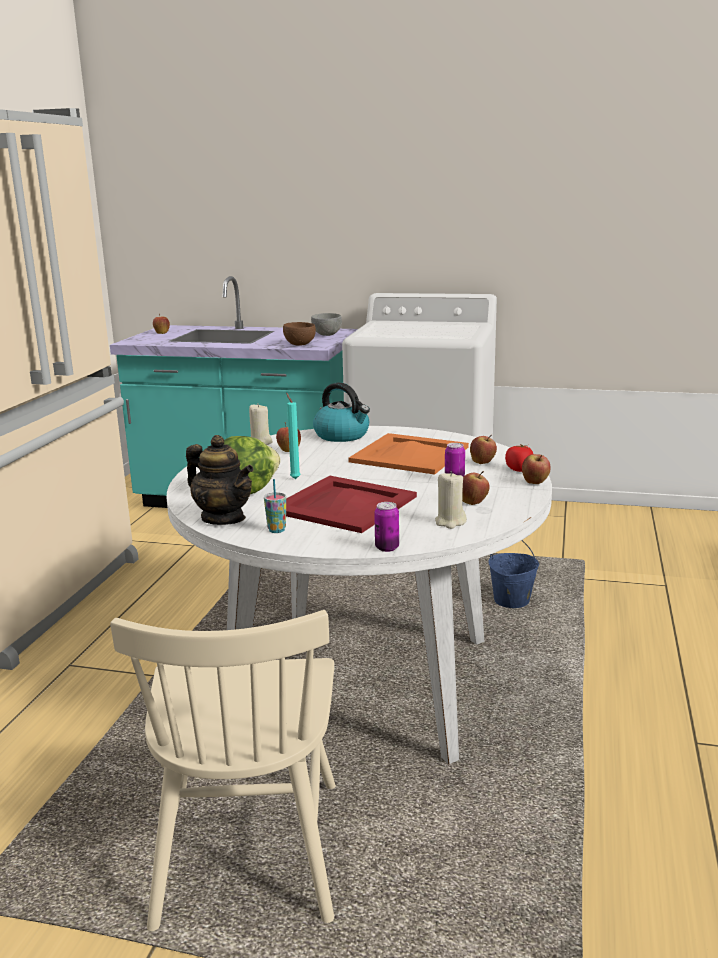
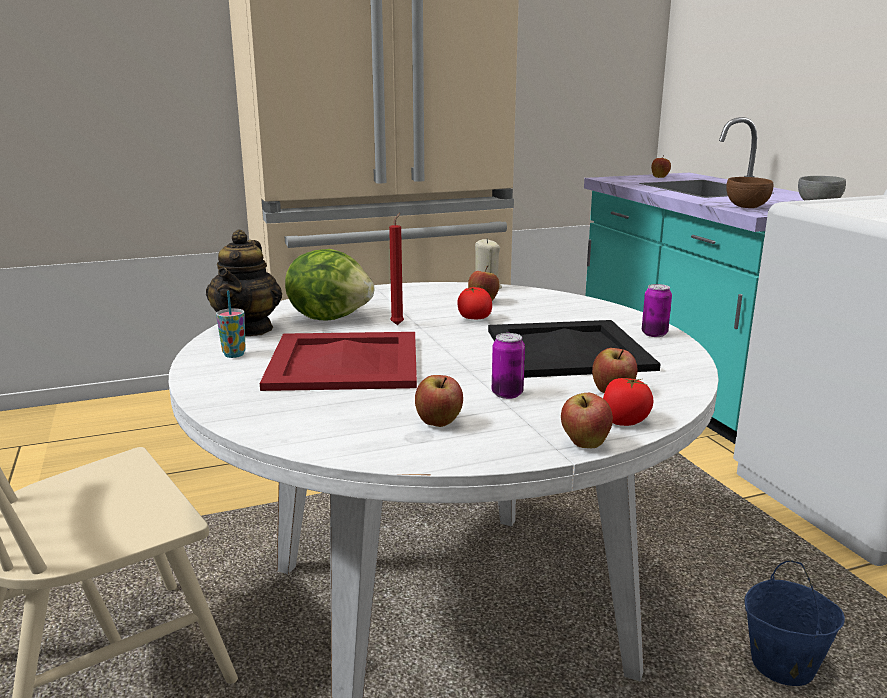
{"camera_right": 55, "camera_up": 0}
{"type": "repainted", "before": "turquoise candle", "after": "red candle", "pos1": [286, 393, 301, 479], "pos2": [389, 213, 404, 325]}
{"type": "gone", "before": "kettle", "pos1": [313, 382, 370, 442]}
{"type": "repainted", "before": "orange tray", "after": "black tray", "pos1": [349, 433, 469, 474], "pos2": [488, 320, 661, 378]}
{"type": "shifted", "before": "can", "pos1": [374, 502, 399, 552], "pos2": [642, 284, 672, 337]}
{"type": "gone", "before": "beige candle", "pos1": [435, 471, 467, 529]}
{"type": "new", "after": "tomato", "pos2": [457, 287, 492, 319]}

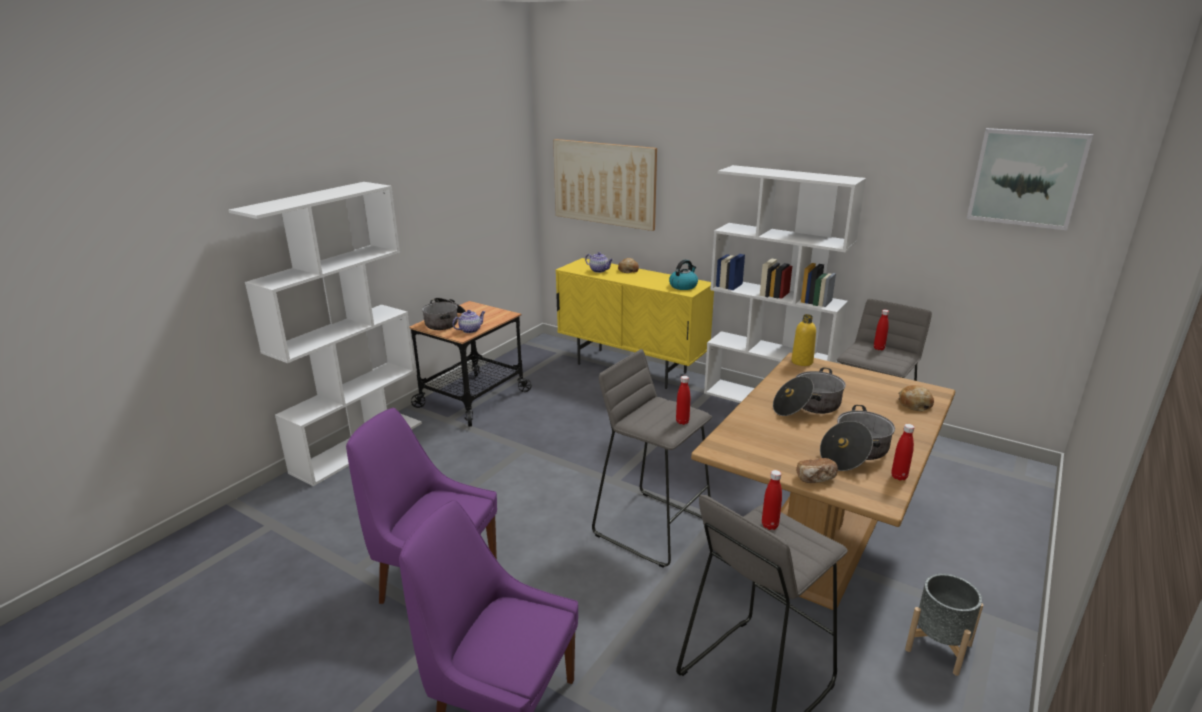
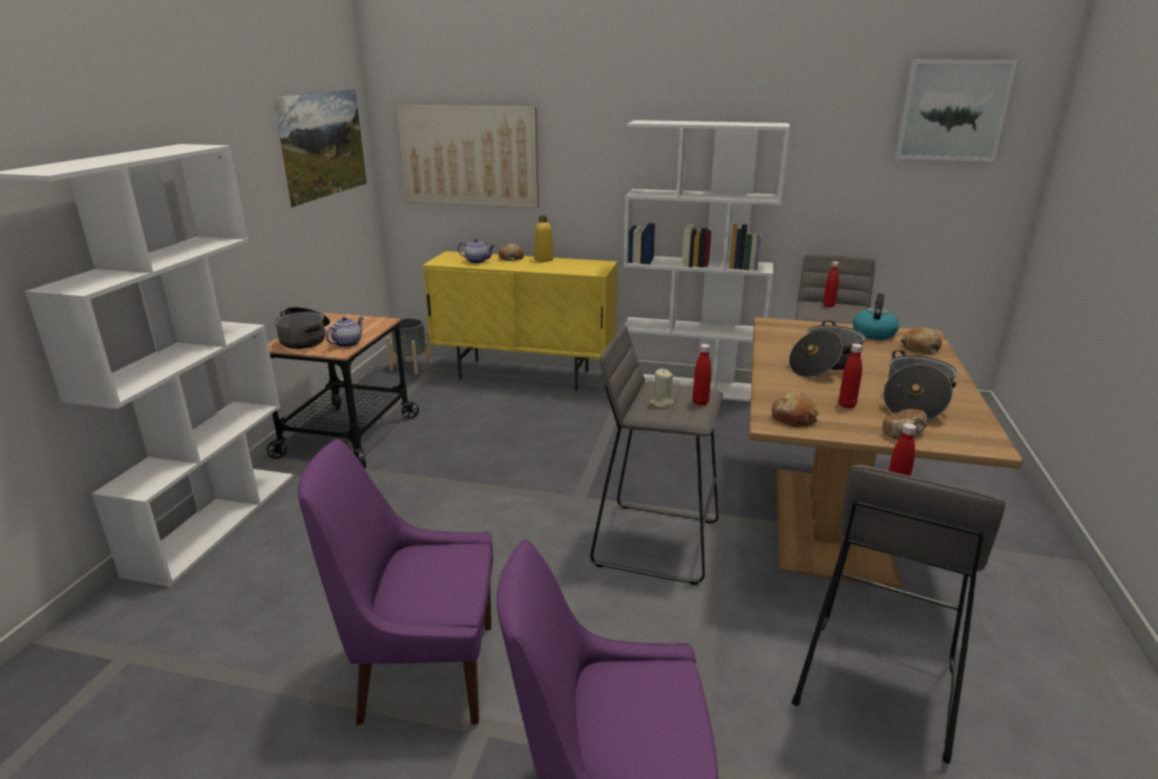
{"camera_right": -20, "camera_up": 0}
{"type": "shifted", "before": "kettle", "pos1": [669, 260, 698, 290], "pos2": [853, 293, 899, 340]}
{"type": "shifted", "before": "yellow bottle", "pos1": [791, 314, 816, 366], "pos2": [535, 215, 553, 262]}
{"type": "shifted", "before": "red bottle", "pos1": [891, 424, 915, 481], "pos2": [839, 344, 863, 409]}
{"type": "shifted", "before": "grey planter", "pos1": [905, 574, 983, 676], "pos2": [386, 318, 433, 374]}
{"type": "new", "after": "picture", "pos2": [273, 90, 367, 208]}
{"type": "new", "after": "beige candle", "pos2": [650, 369, 674, 408]}
{"type": "new", "after": "bread", "pos2": [772, 392, 819, 427]}

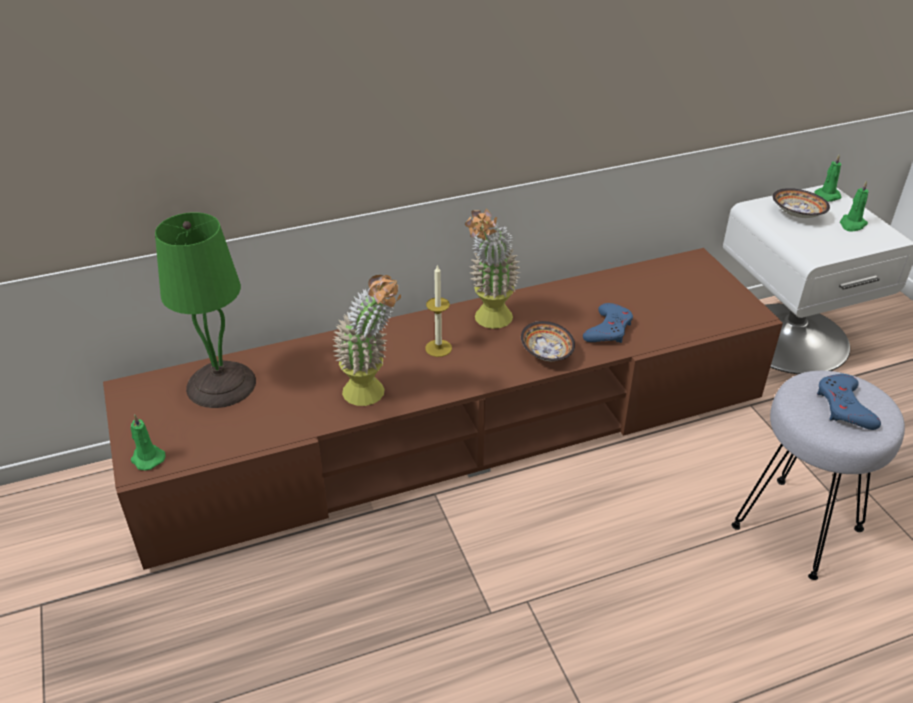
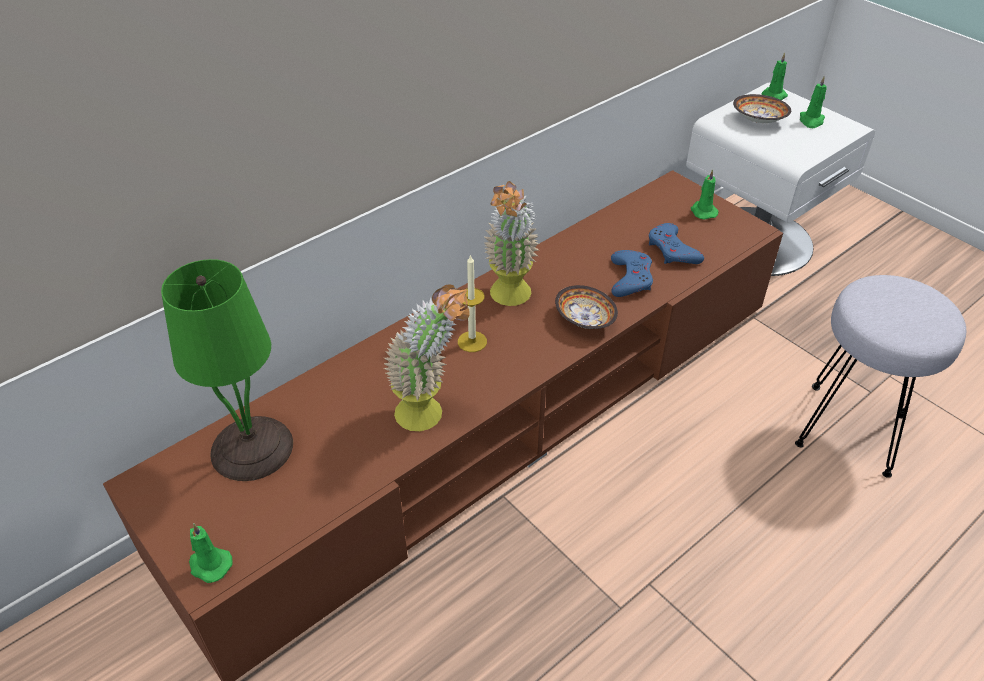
{"camera_right": -20, "camera_up": 5}
{"type": "shifted", "before": "blue game controller", "pos1": [817, 374, 881, 430], "pos2": [649, 223, 704, 264]}
{"type": "new", "after": "green candle", "pos2": [691, 169, 719, 220]}

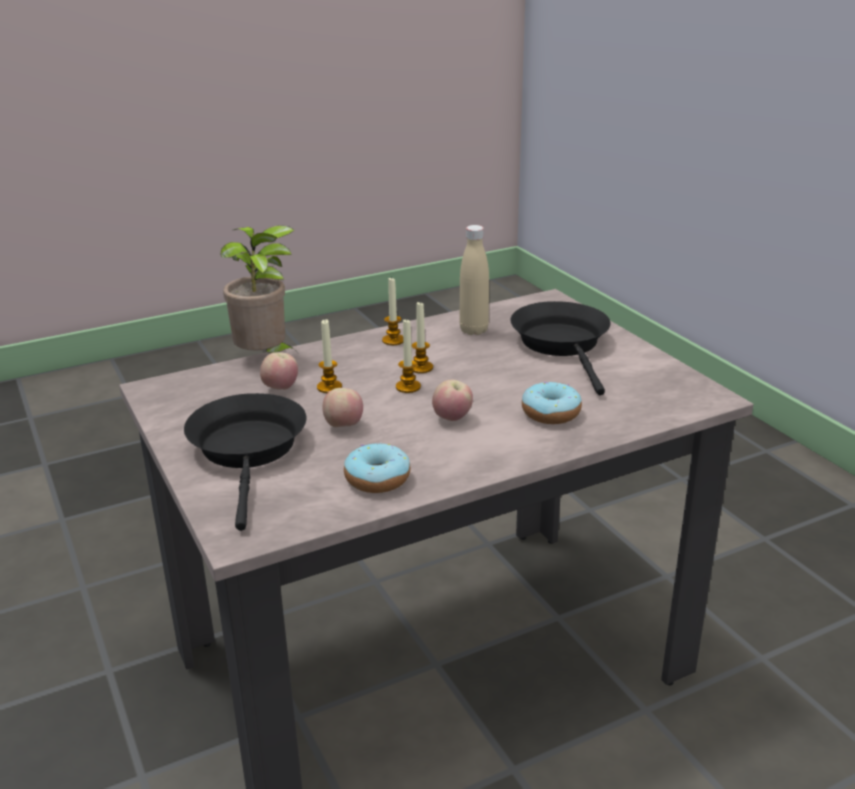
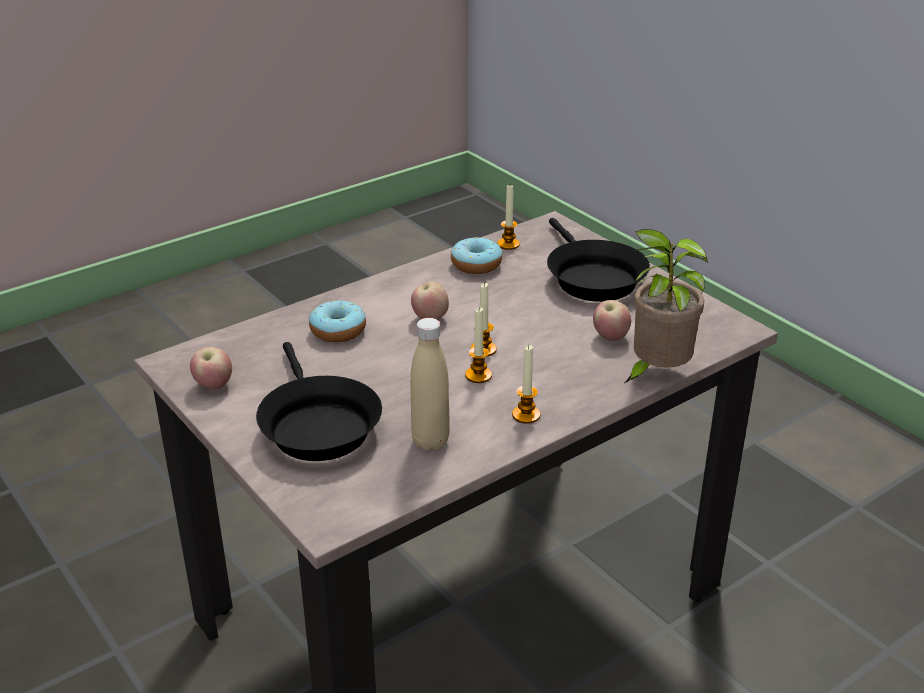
{"camera_right": 170, "camera_up": 5}
{"type": "shifted", "before": "candle", "pos1": [317, 319, 342, 393], "pos2": [497, 185, 520, 250]}
{"type": "shifted", "before": "apple", "pos1": [322, 388, 363, 427], "pos2": [190, 347, 232, 389]}

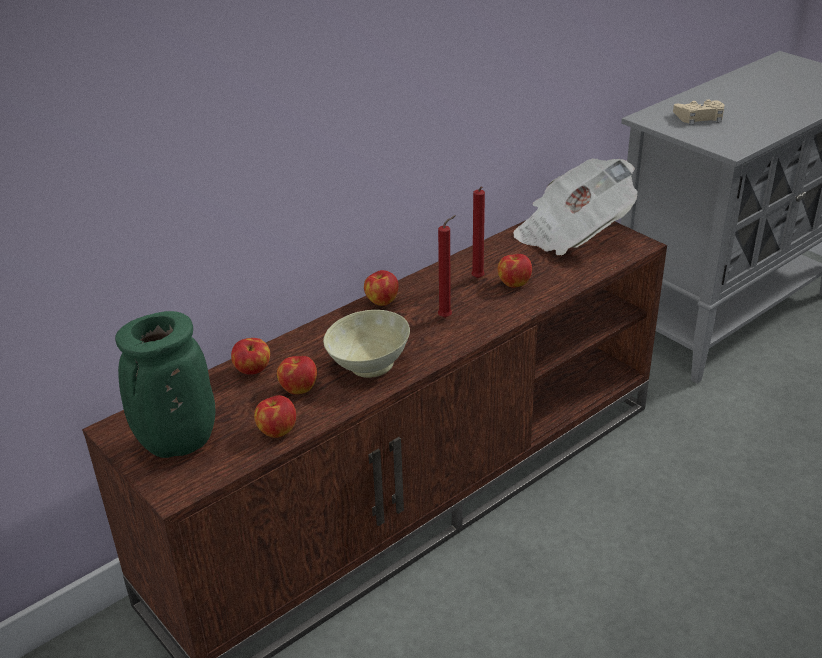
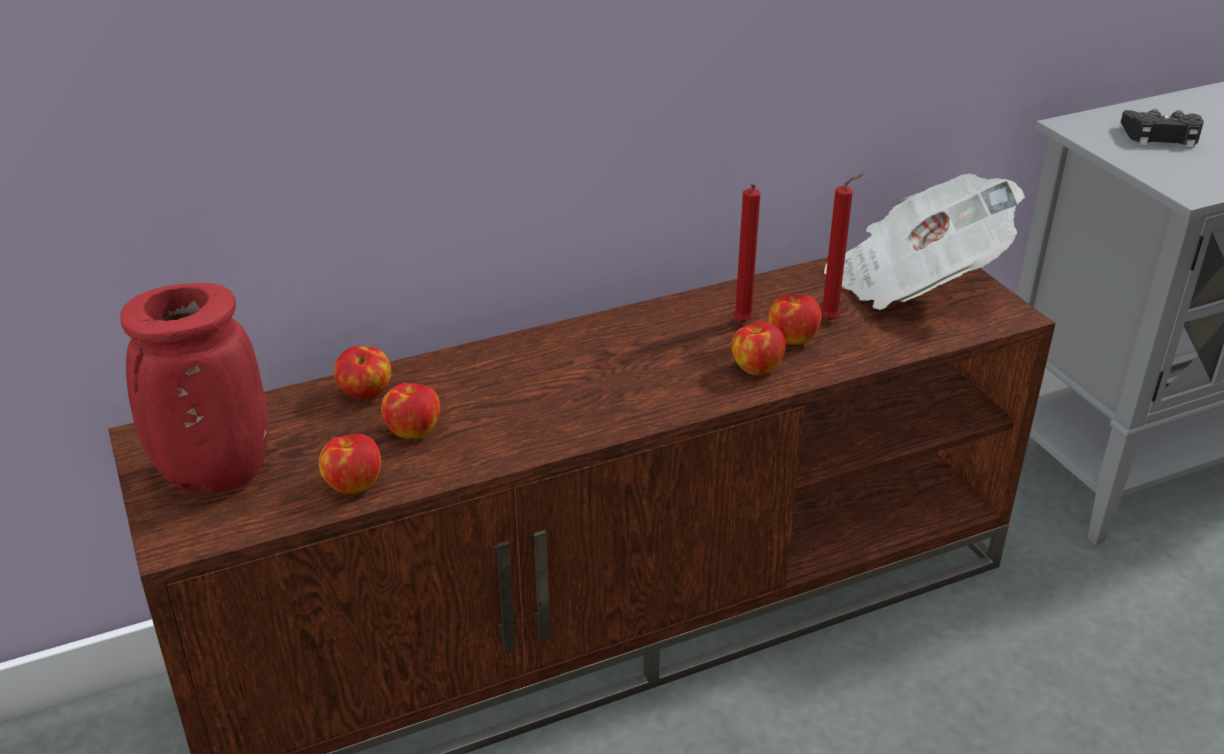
{"camera_right": 15, "camera_up": 0}
{"type": "repainted", "before": "green vase", "after": "red vase", "pos1": [115, 311, 215, 458], "pos2": [120, 283, 269, 492]}
{"type": "gone", "before": "beige bowl", "pos1": [323, 310, 410, 378]}
{"type": "shifted", "before": "apple", "pos1": [364, 270, 399, 306], "pos2": [731, 321, 786, 376]}
{"type": "shifted", "before": "red candle", "pos1": [438, 215, 456, 318], "pos2": [821, 173, 864, 320]}
{"type": "repainted", "before": "beige game controller", "after": "black game controller", "pos1": [673, 100, 724, 125], "pos2": [1121, 109, 1204, 148]}

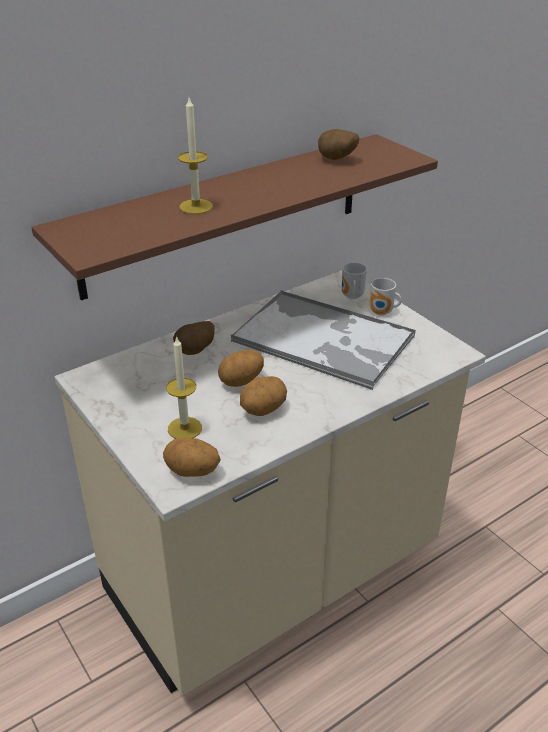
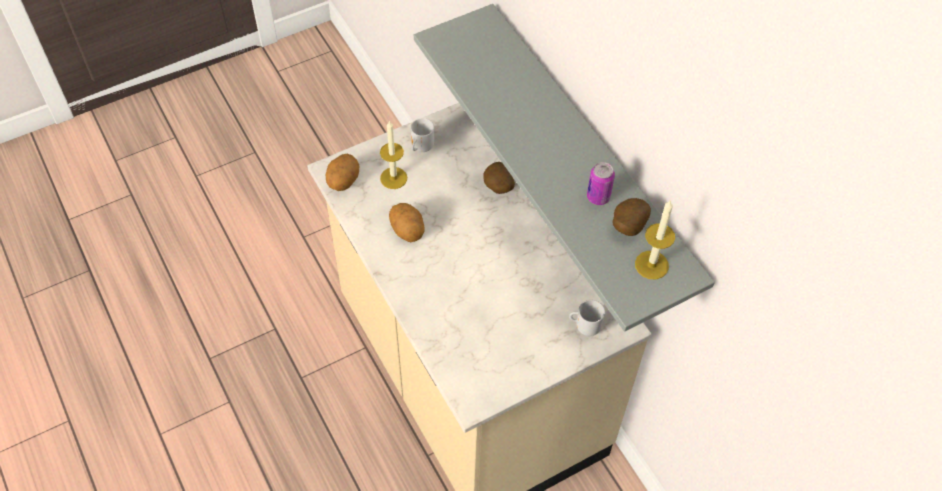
{"camera_right": 95, "camera_up": 20}
{"type": "repainted", "before": "brown shelf", "after": "grey shelf", "pos1": [31, 134, 438, 300], "pos2": [414, 4, 715, 332]}
{"type": "shifted", "before": "candle", "pos1": [178, 98, 213, 214], "pos2": [635, 200, 675, 279]}
{"type": "gone", "before": "potato", "pos1": [218, 349, 264, 387]}
{"type": "gone", "before": "tray", "pos1": [231, 290, 416, 390]}
{"type": "shifted", "before": "mug", "pos1": [370, 278, 402, 316], "pos2": [410, 118, 434, 152]}
{"type": "new", "after": "can", "pos2": [587, 162, 615, 205]}

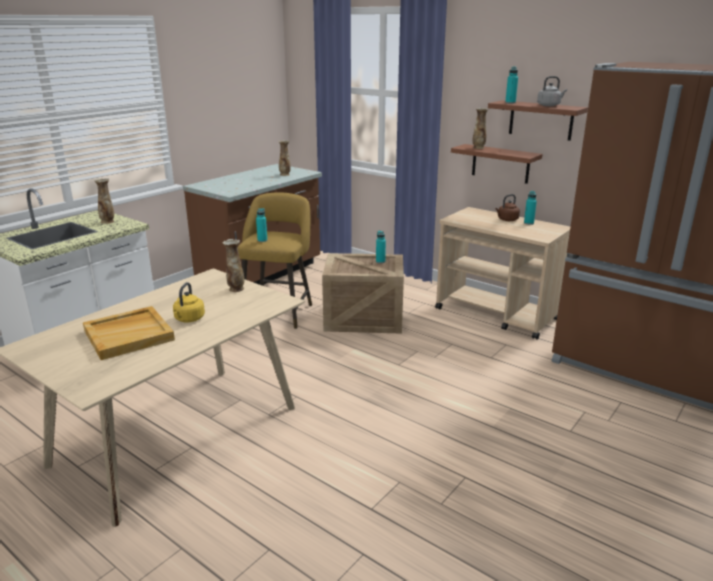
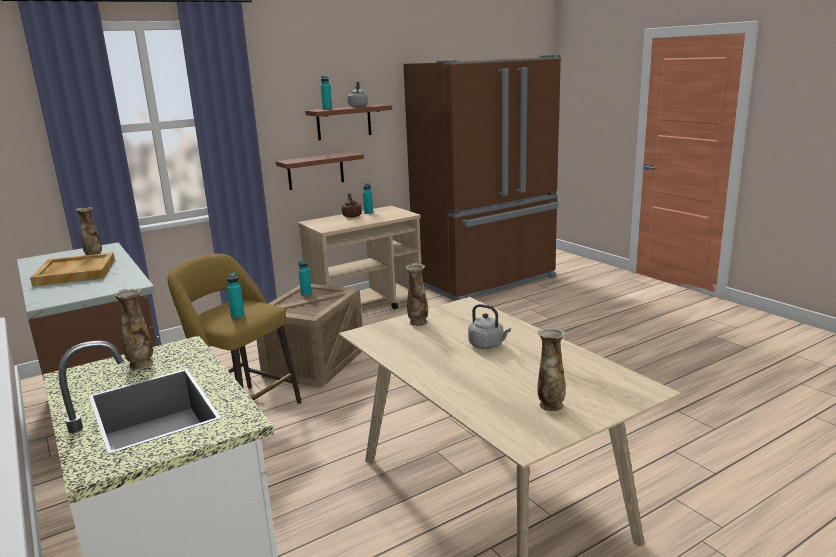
{"camera_right": -70, "camera_up": -5}
{"type": "shifted", "before": "beige tray", "pos1": [83, 306, 175, 360], "pos2": [30, 252, 115, 286]}
{"type": "repainted", "before": "yellow kettle", "after": "grey kettle", "pos1": [173, 282, 205, 322], "pos2": [468, 304, 511, 349]}
{"type": "shifted", "before": "vase", "pos1": [473, 108, 488, 149], "pos2": [537, 327, 566, 411]}

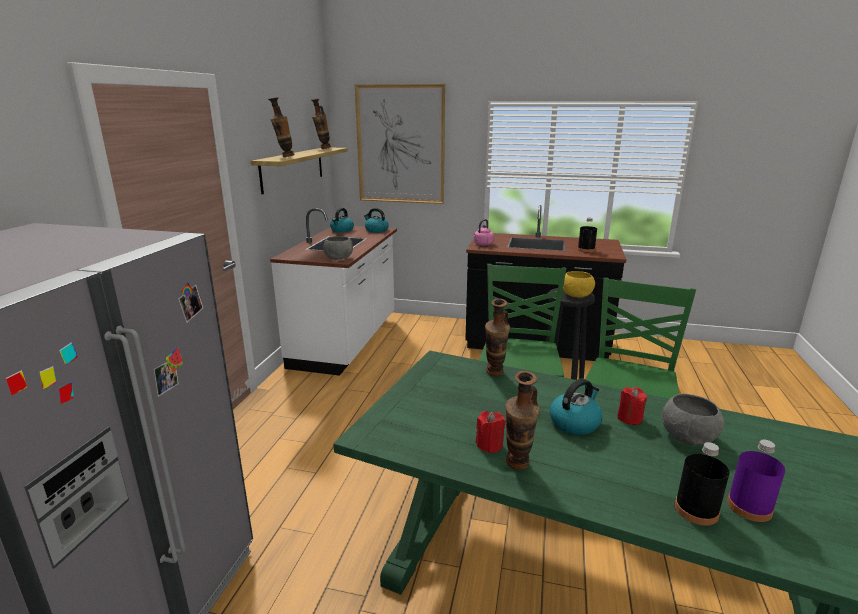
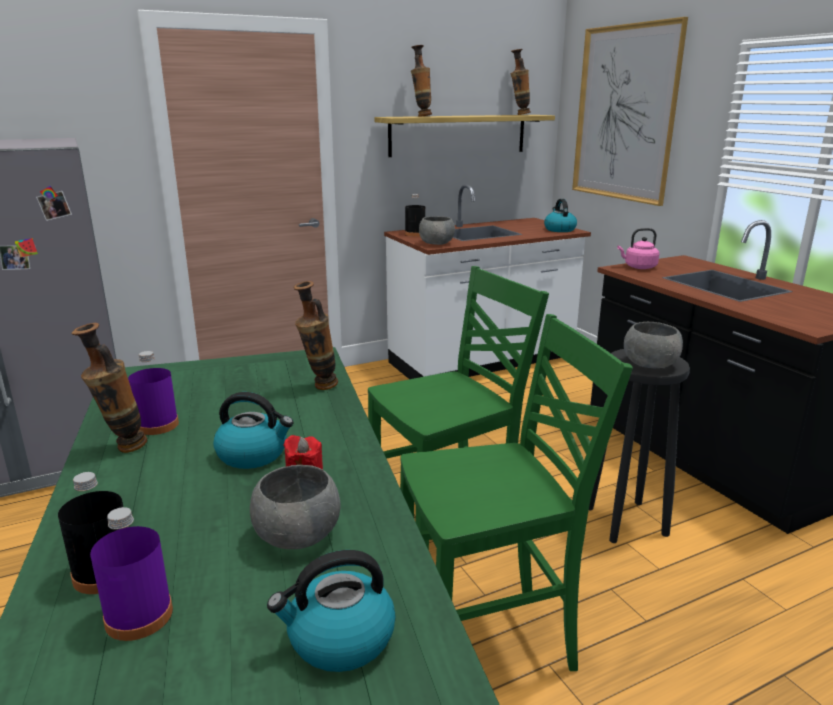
{"camera_right": 50, "camera_up": 0}
{"type": "shifted", "before": "kettle", "pos1": [330, 208, 354, 232], "pos2": [267, 550, 396, 672]}
{"type": "swapped", "before": "red candle", "after": "purple bottle", "pos1": [476, 411, 506, 453], "pos2": [128, 351, 179, 435]}
{"type": "repainted", "before": "yellow bowl", "after": "grey bowl", "pos1": [563, 271, 595, 298], "pos2": [624, 322, 683, 368]}
{"type": "shifted", "before": "black bottle", "pos1": [578, 218, 597, 253], "pos2": [405, 194, 425, 237]}

